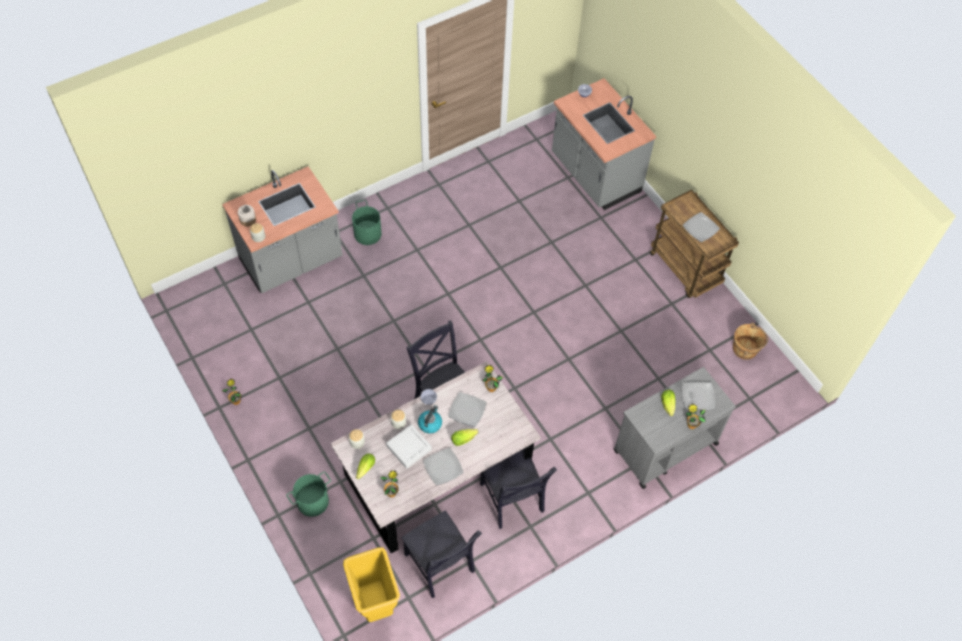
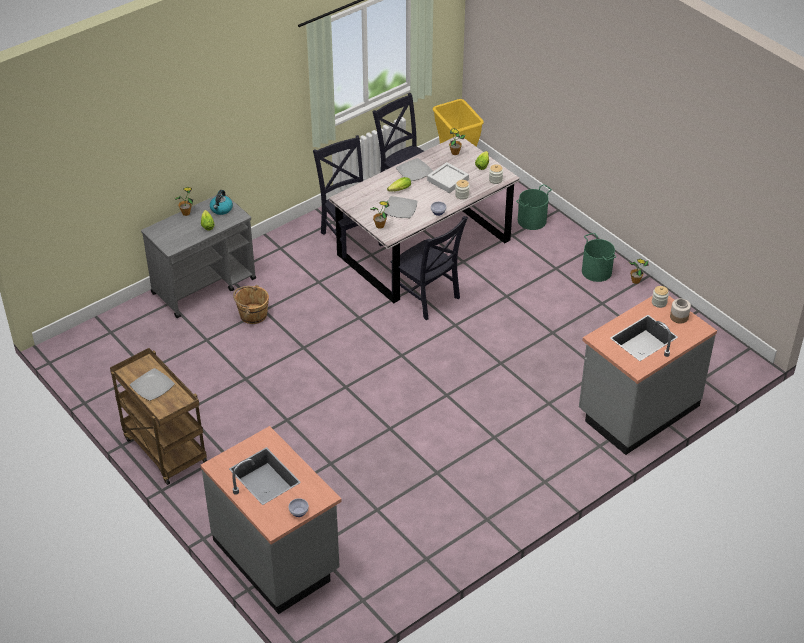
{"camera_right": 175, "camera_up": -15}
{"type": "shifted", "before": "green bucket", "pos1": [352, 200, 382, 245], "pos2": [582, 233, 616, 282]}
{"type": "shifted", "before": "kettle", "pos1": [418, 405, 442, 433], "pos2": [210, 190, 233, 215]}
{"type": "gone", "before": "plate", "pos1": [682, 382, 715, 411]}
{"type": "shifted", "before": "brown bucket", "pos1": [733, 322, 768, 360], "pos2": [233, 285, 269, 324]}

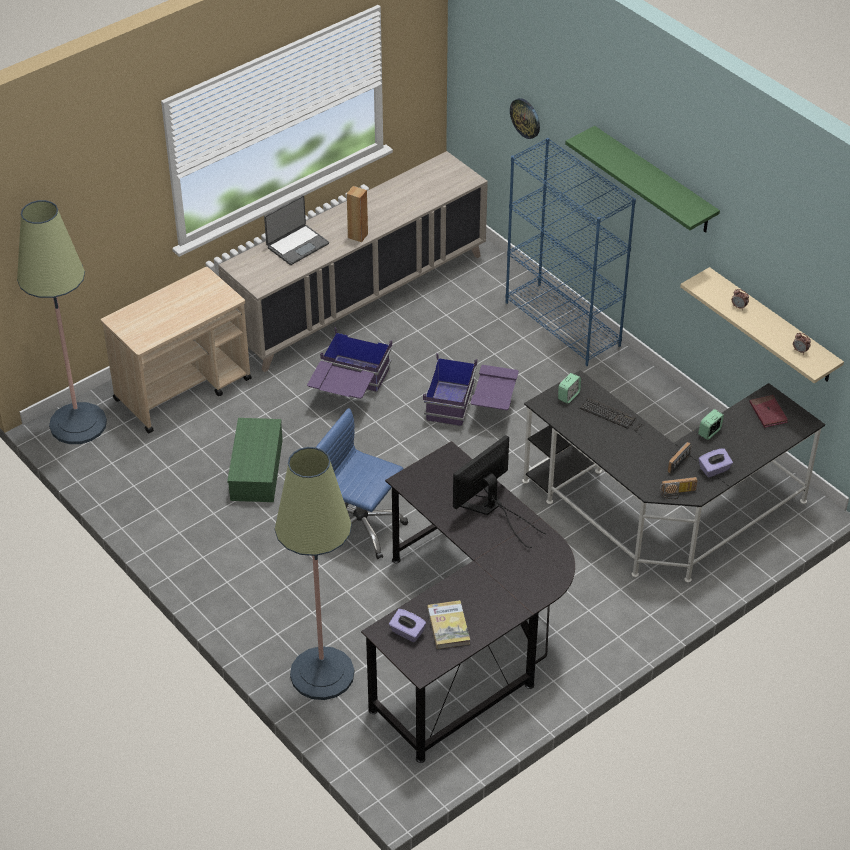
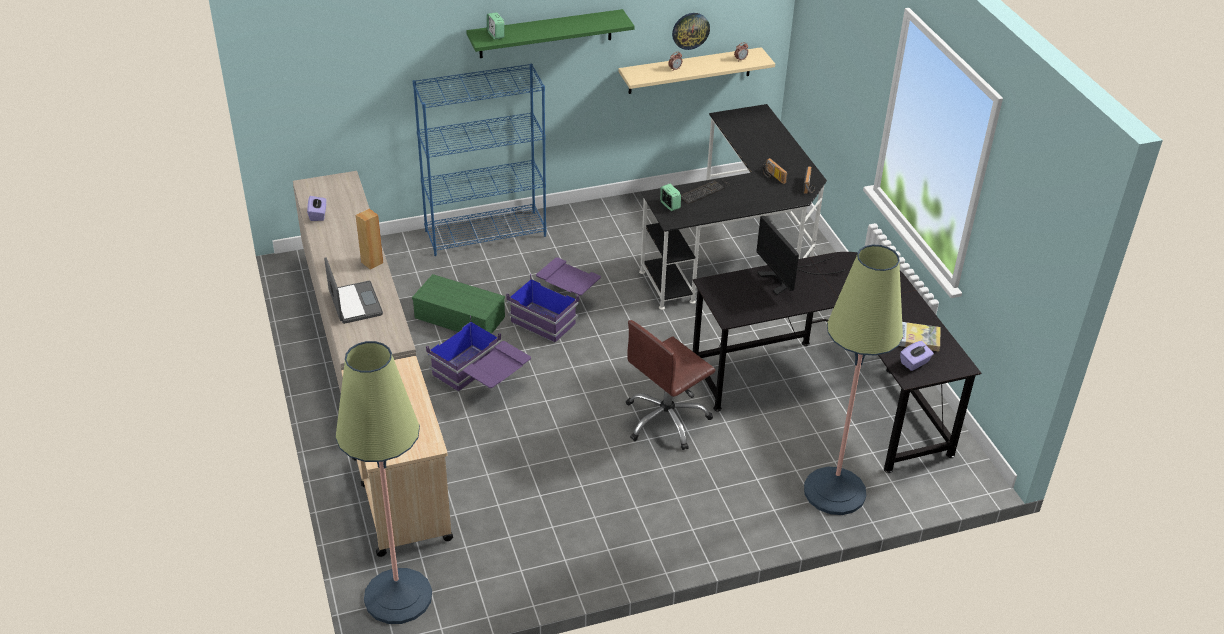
{"camera_right": -70, "camera_up": -5}
{"type": "shifted", "before": "green storage box", "pos1": [227, 418, 283, 502], "pos2": [412, 274, 505, 334]}
{"type": "repainted", "before": "blue office chair", "after": "brown office chair", "pos1": [316, 408, 408, 559], "pos2": [626, 320, 715, 450]}
{"type": "shifted", "before": "wall clock", "pos1": [510, 98, 540, 139], "pos2": [672, 13, 710, 50]}
{"type": "shifted", "before": "alarm clock", "pos1": [698, 409, 724, 440], "pos2": [487, 12, 505, 39]}
{"type": "shifted", "before": "purple tissue box", "pos1": [699, 448, 733, 477], "pos2": [307, 196, 327, 221]}
{"type": "gone", "before": "red book", "pos1": [749, 395, 788, 428]}

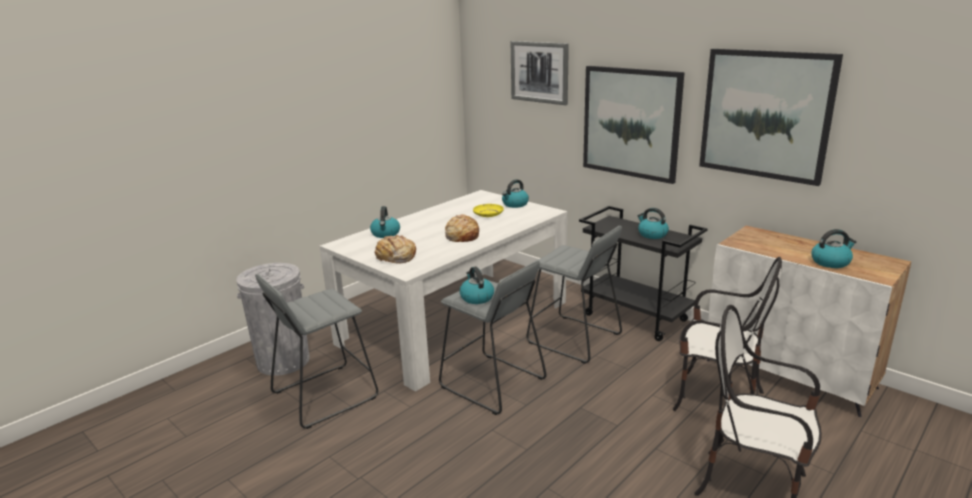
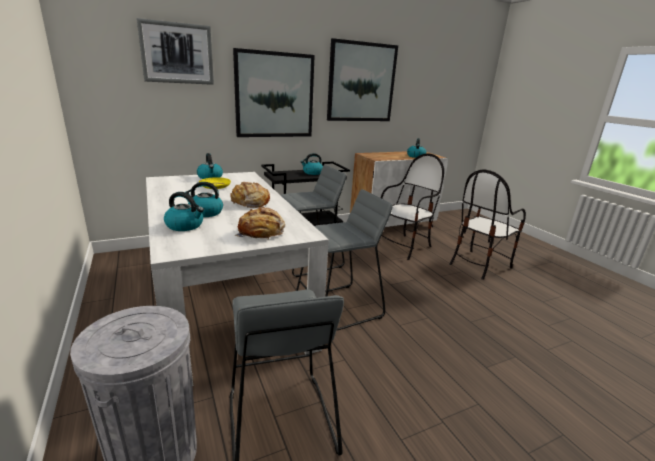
{"camera_right": -70, "camera_up": 0}
{"type": "shifted", "before": "kettle", "pos1": [460, 266, 494, 304], "pos2": [185, 182, 223, 217]}

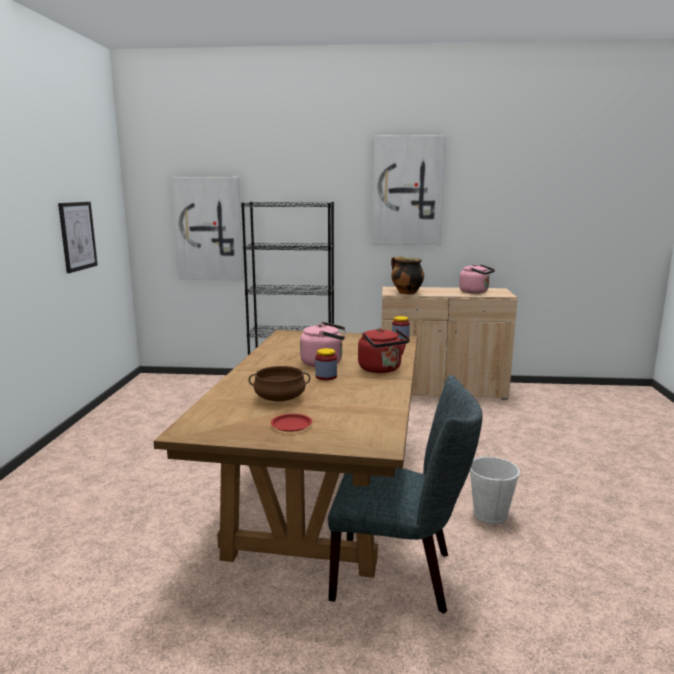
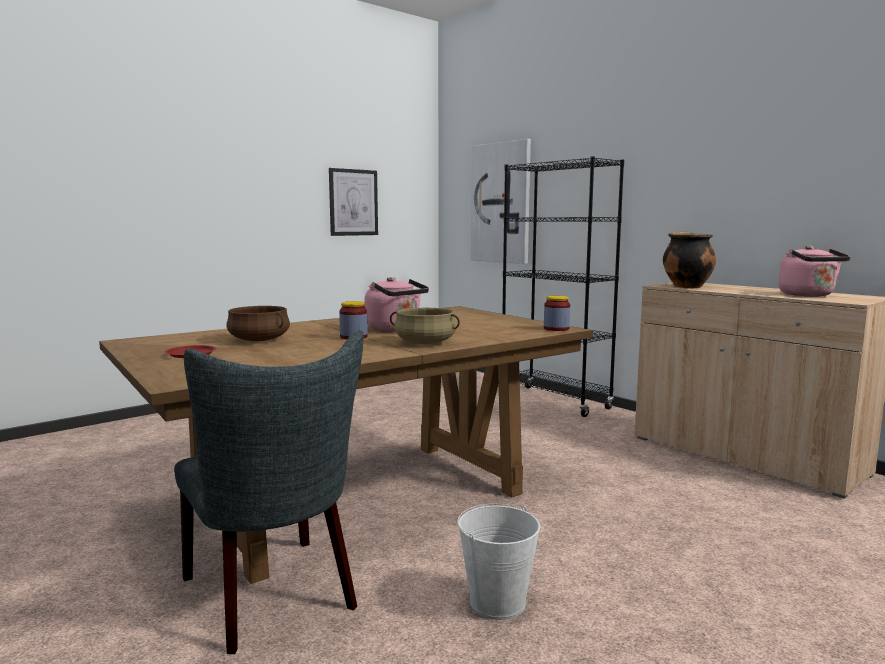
{"camera_right": 45, "camera_up": -5}
{"type": "swapped", "before": "red kettle", "after": "beige cooking pot", "pos1": [358, 328, 410, 373], "pos2": [390, 308, 460, 344]}
{"type": "gone", "before": "picture", "pos1": [372, 135, 445, 245]}

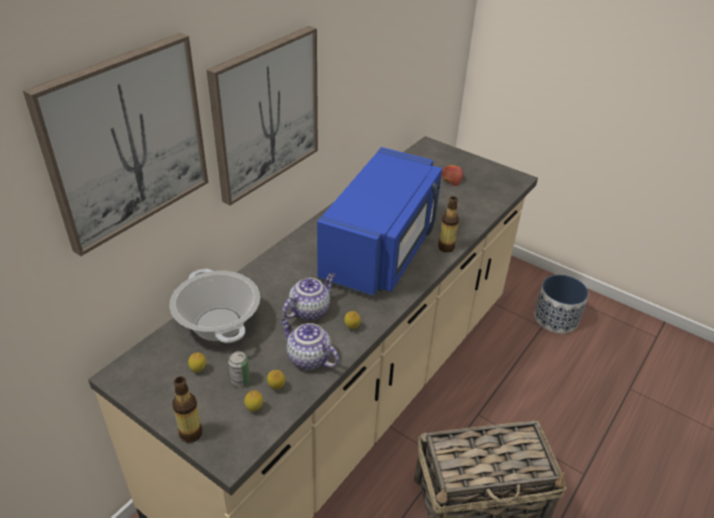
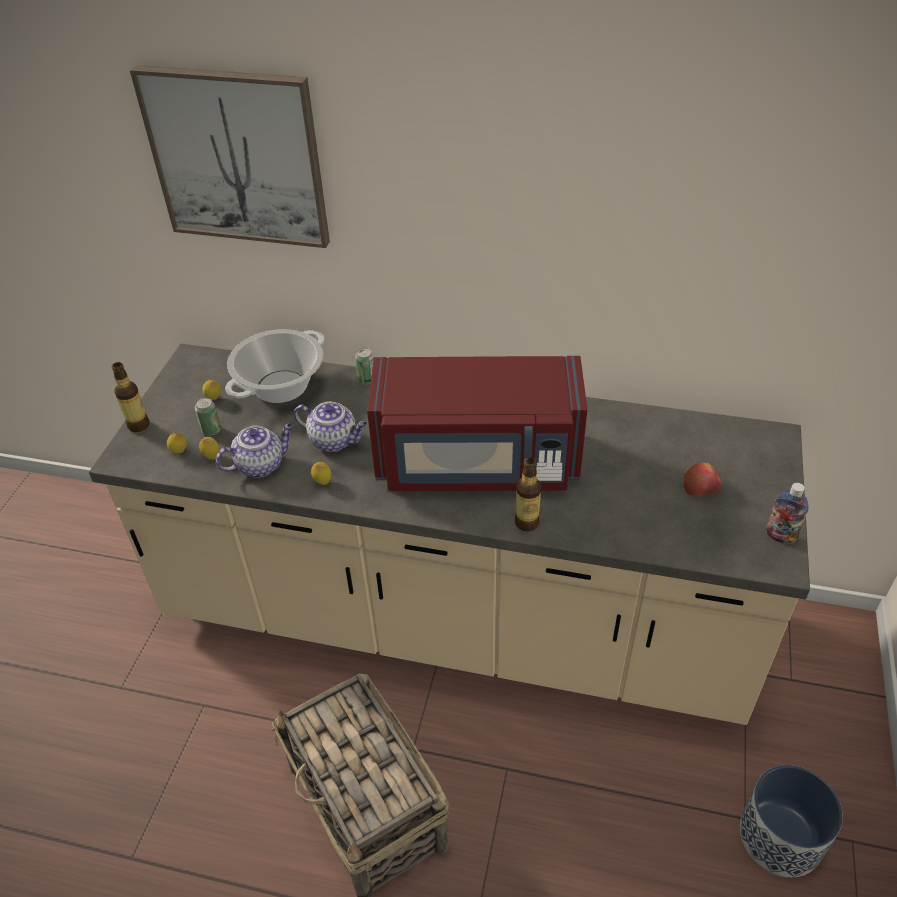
{"camera_right": 70, "camera_up": 5}
{"type": "gone", "before": "picture", "pos1": [207, 26, 318, 206]}
{"type": "rotated", "before": "teapot", "pos1": [280, 319, 339, 370], "pos2": [216, 423, 293, 478], "turn": 45}
{"type": "repainted", "before": "blue microwave", "after": "red microwave", "pos1": [317, 147, 442, 297], "pos2": [367, 356, 587, 491]}
{"type": "new", "after": "can", "pos2": [355, 348, 374, 384]}
{"type": "new", "after": "bottle", "pos2": [766, 483, 809, 543]}

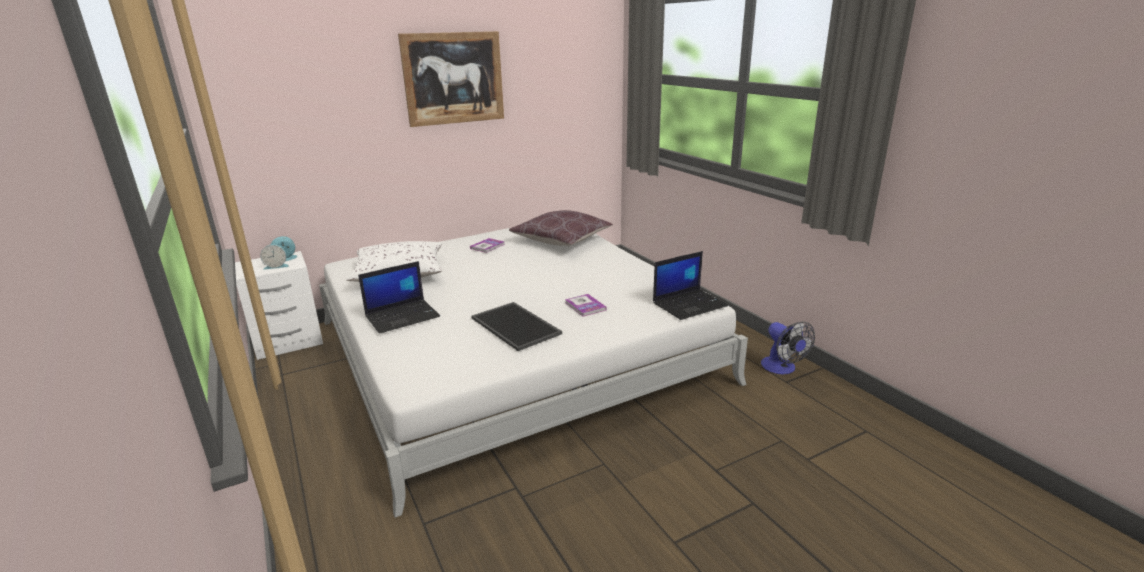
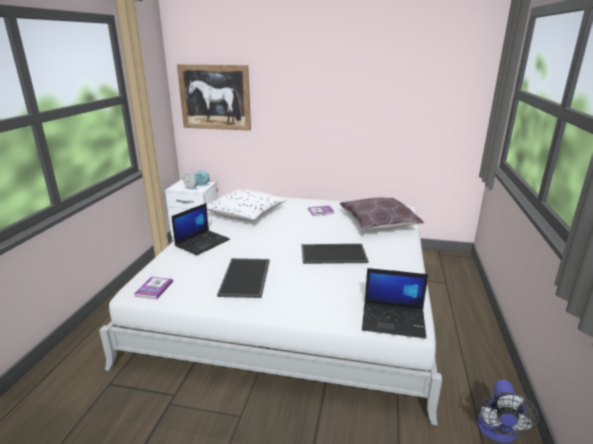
{"camera_right": 40, "camera_up": 0}
{"type": "rotated", "before": "laptop", "pos1": [358, 261, 440, 334], "pos2": [172, 203, 230, 255], "turn": -60}
{"type": "shifted", "before": "picture", "pos1": [398, 31, 504, 127], "pos2": [177, 64, 251, 131]}
{"type": "shifted", "before": "book", "pos1": [565, 294, 607, 317], "pos2": [134, 277, 173, 299]}
{"type": "new", "after": "tray", "pos2": [302, 244, 369, 264]}

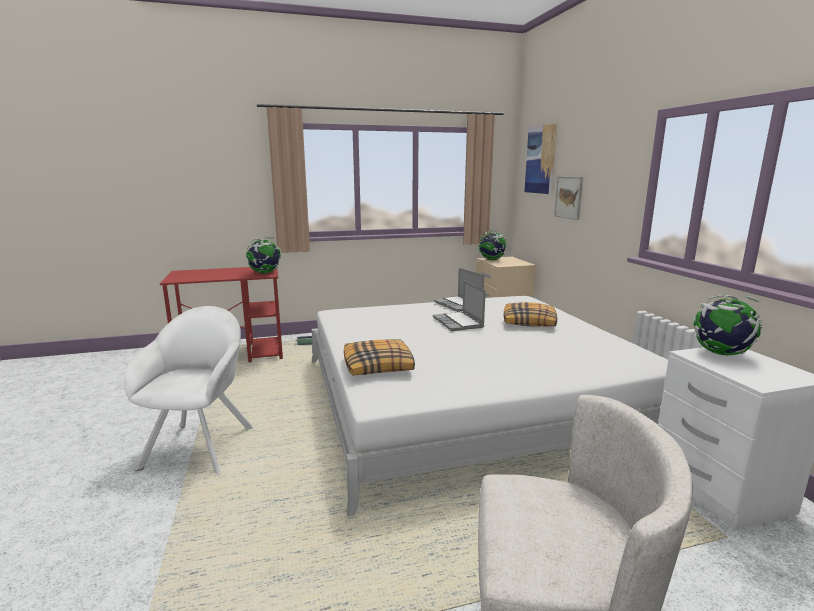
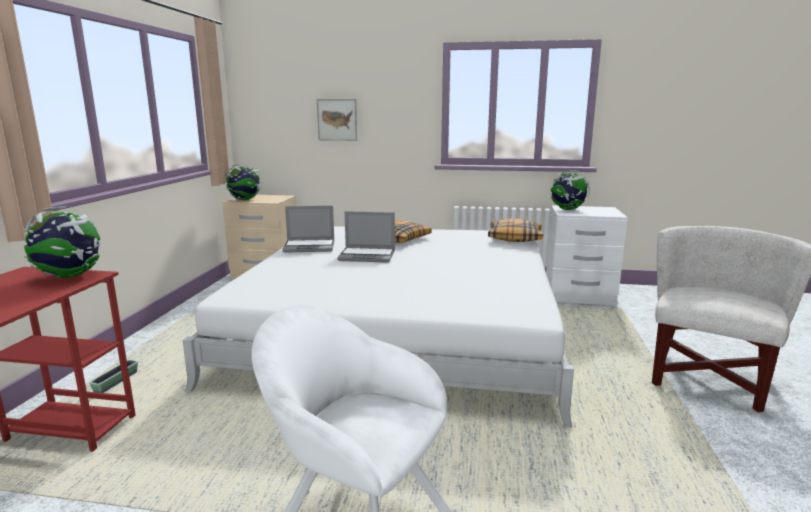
{"camera_right": -65, "camera_up": 0}
{"type": "shifted", "before": "pillow", "pos1": [344, 339, 415, 376], "pos2": [488, 219, 543, 242]}
{"type": "gone", "before": "picture", "pos1": [524, 123, 557, 194]}

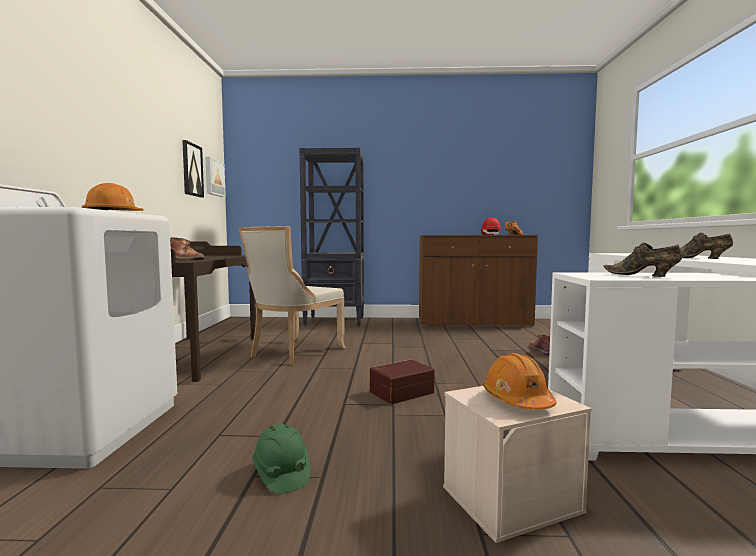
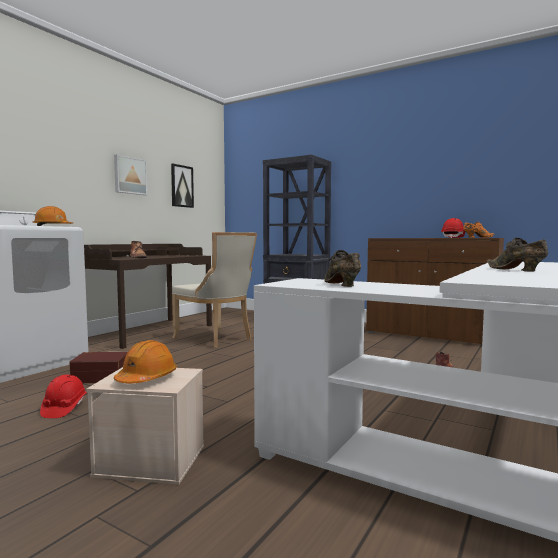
{"camera_right": 30, "camera_up": 0}
{"type": "shifted", "before": "picture", "pos1": [205, 157, 226, 197], "pos2": [114, 154, 147, 195]}
{"type": "rotated", "before": "beige chair", "pos1": [239, 226, 346, 365], "pos2": [172, 232, 257, 348], "turn": -105}
{"type": "repainted", "before": "green hard hat", "after": "red hard hat", "pos1": [252, 424, 310, 494], "pos2": [40, 375, 87, 418]}
{"type": "shifted", "before": "brown storage box", "pos1": [370, 360, 435, 404], "pos2": [69, 352, 127, 383]}

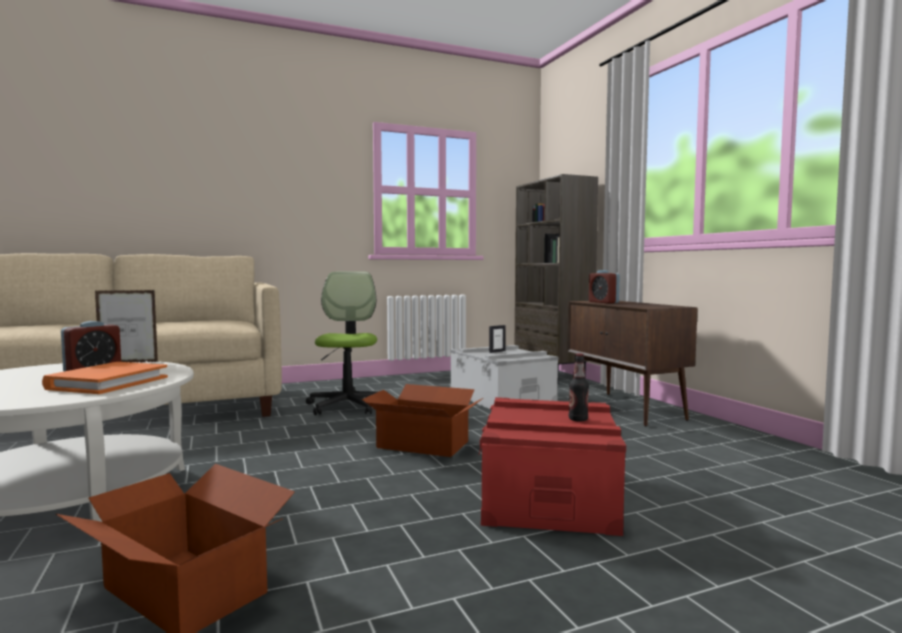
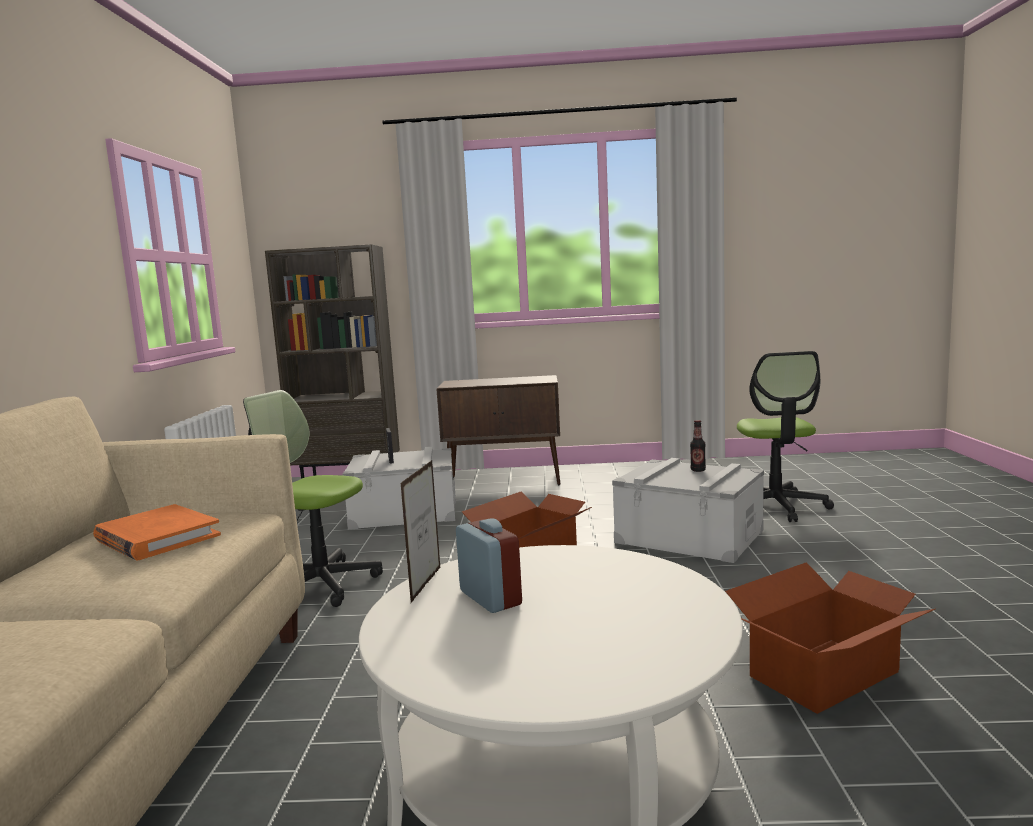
{"camera_right": -65, "camera_up": 5}
{"type": "shifted", "before": "orange book", "pos1": [42, 362, 168, 394], "pos2": [93, 504, 221, 561]}
{"type": "repainted", "before": "red storage box", "after": "grey storage box", "pos1": [479, 397, 626, 536], "pos2": [612, 458, 764, 563]}
{"type": "gone", "before": "alarm clock", "pos1": [589, 270, 620, 303]}
{"type": "new", "after": "office chair", "pos2": [737, 351, 834, 522]}

